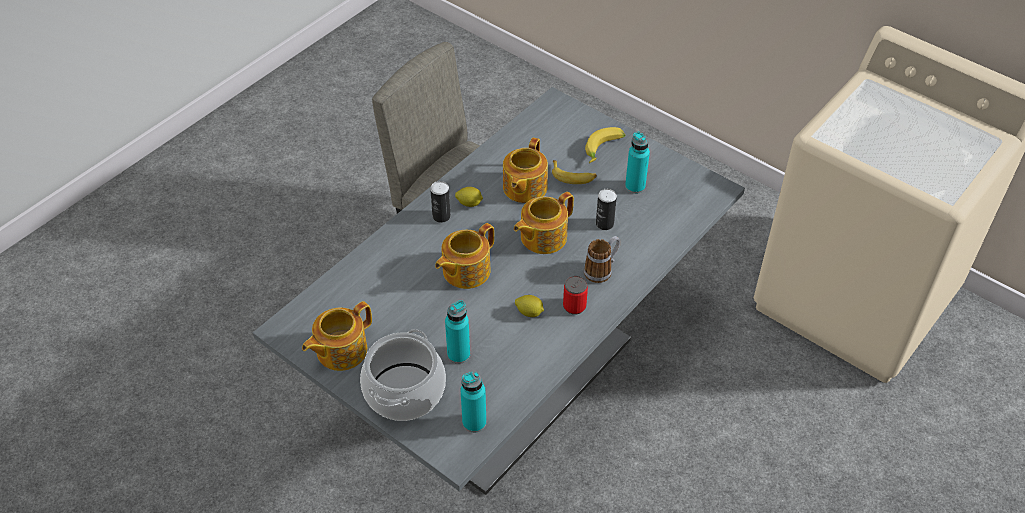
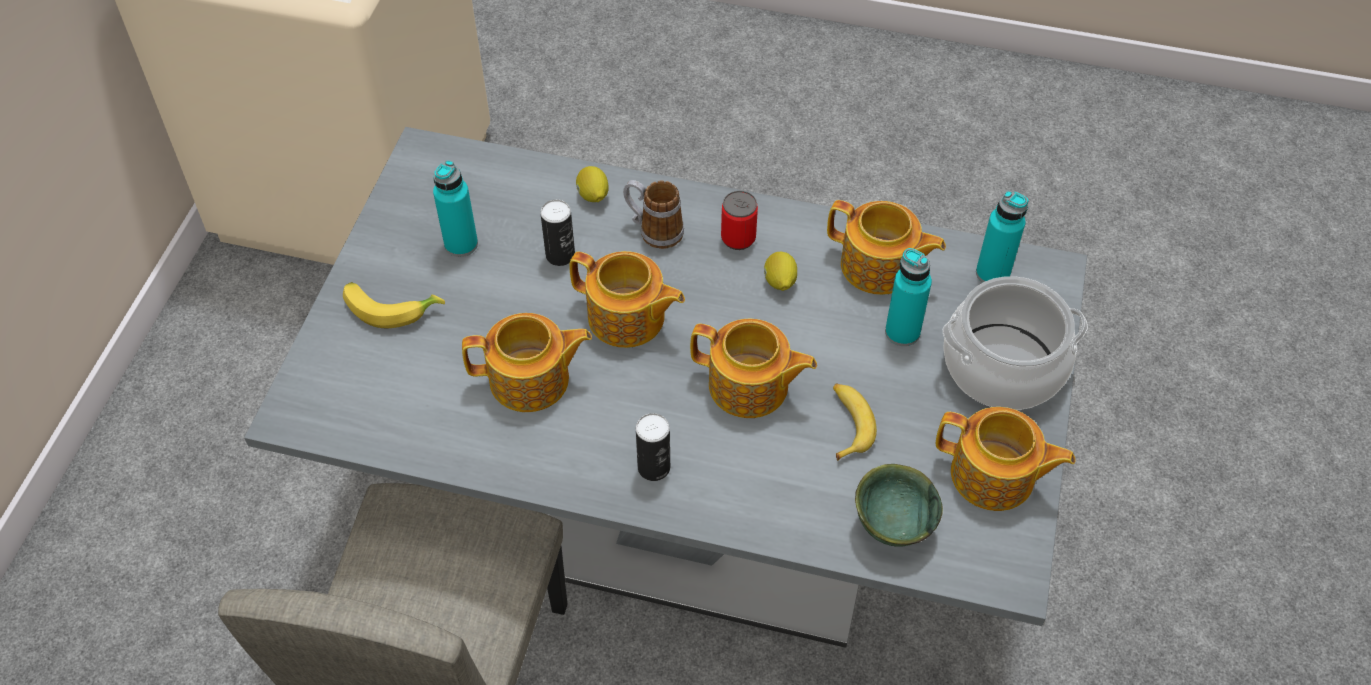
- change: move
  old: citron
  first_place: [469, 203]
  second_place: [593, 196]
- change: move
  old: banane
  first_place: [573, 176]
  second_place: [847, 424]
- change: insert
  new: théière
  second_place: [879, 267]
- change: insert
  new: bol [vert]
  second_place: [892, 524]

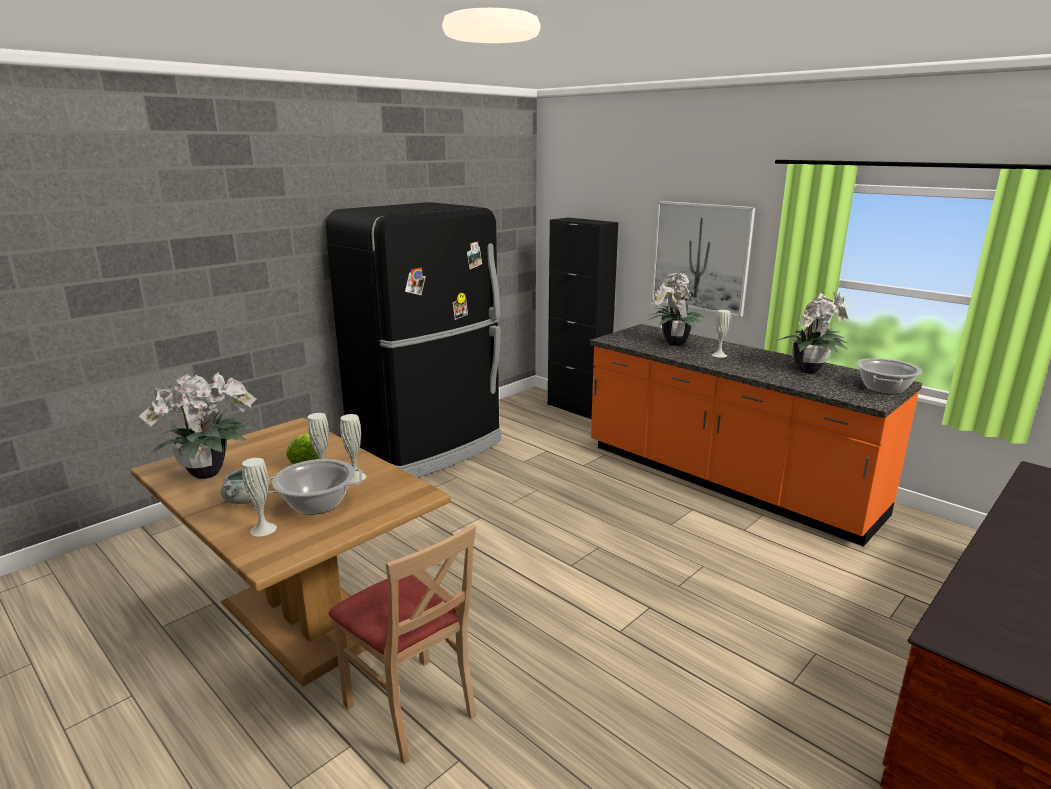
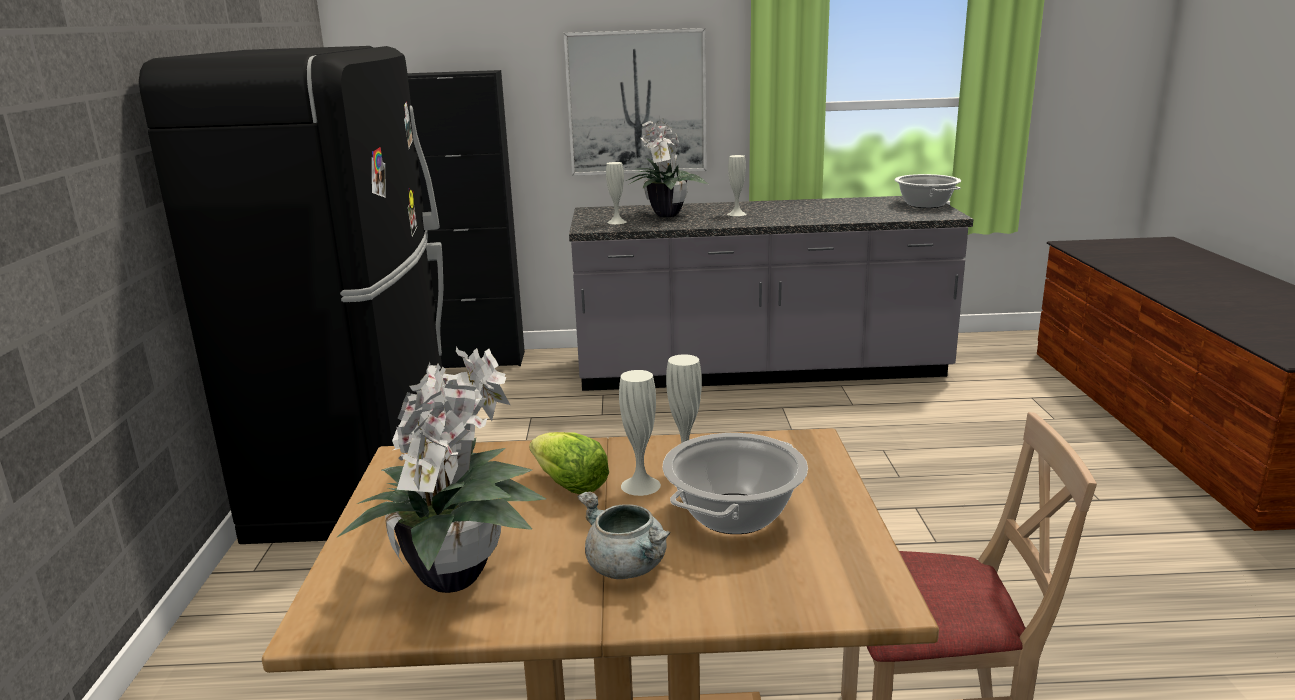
- change: move
  old: vase [blanc]
  first_place: [263, 529]
  second_place: [617, 222]
- change: recolor
  old: comptoir de cuisine [orange]
  new: comptoir de cuisine [gris]
  first_place: [726, 480]
  second_place: [760, 370]
- change: delete
  old: plante en pot
  first_place: [810, 370]

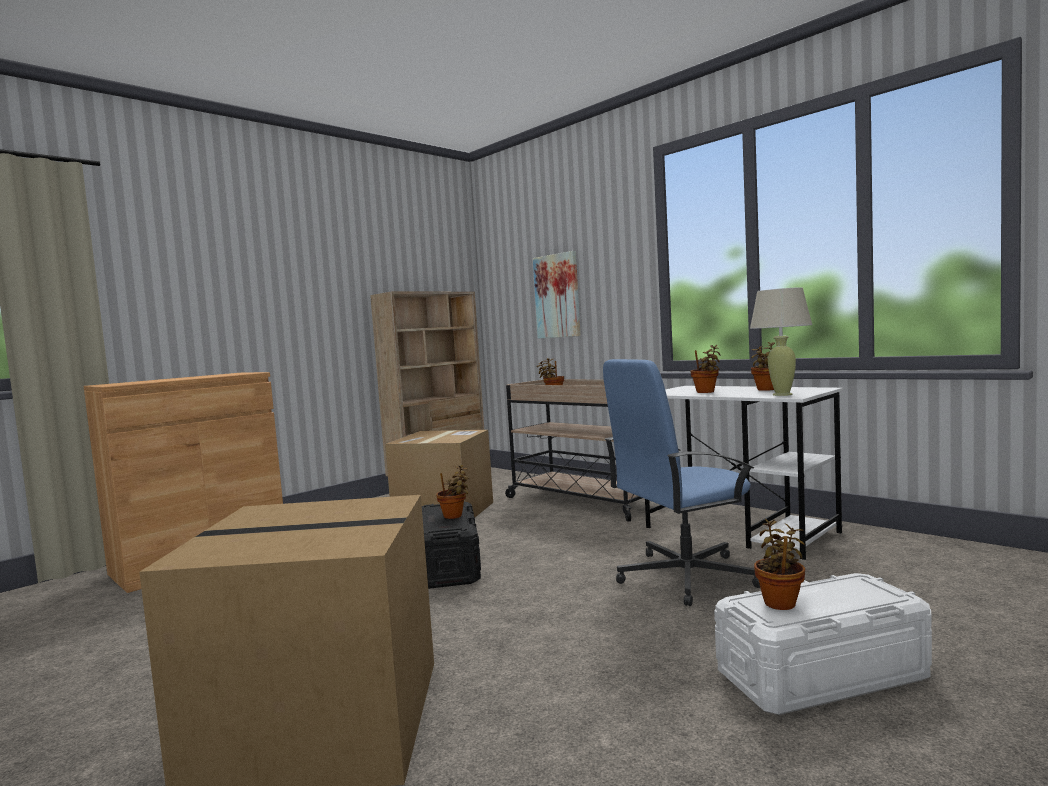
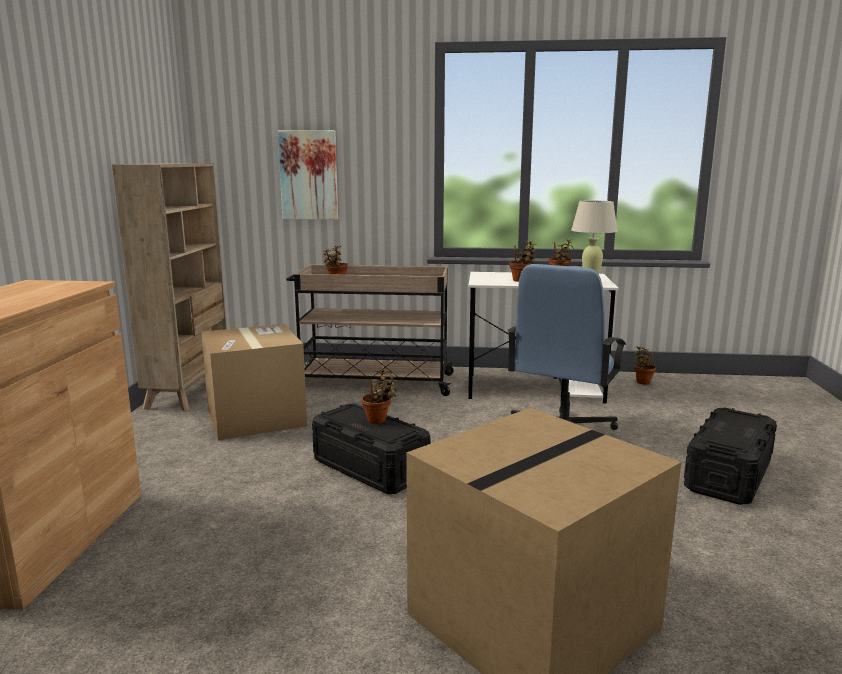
- change: recolor
  old: boîte de rangement [blanc]
  new: boîte de rangement [noir]
  first_place: [822, 675]
  second_place: [728, 475]
- change: move
  old: plante en pot
  first_place: [781, 602]
  second_place: [642, 381]

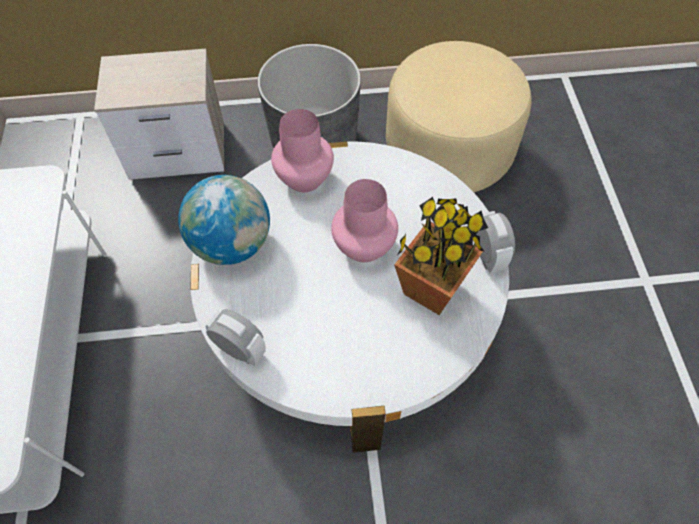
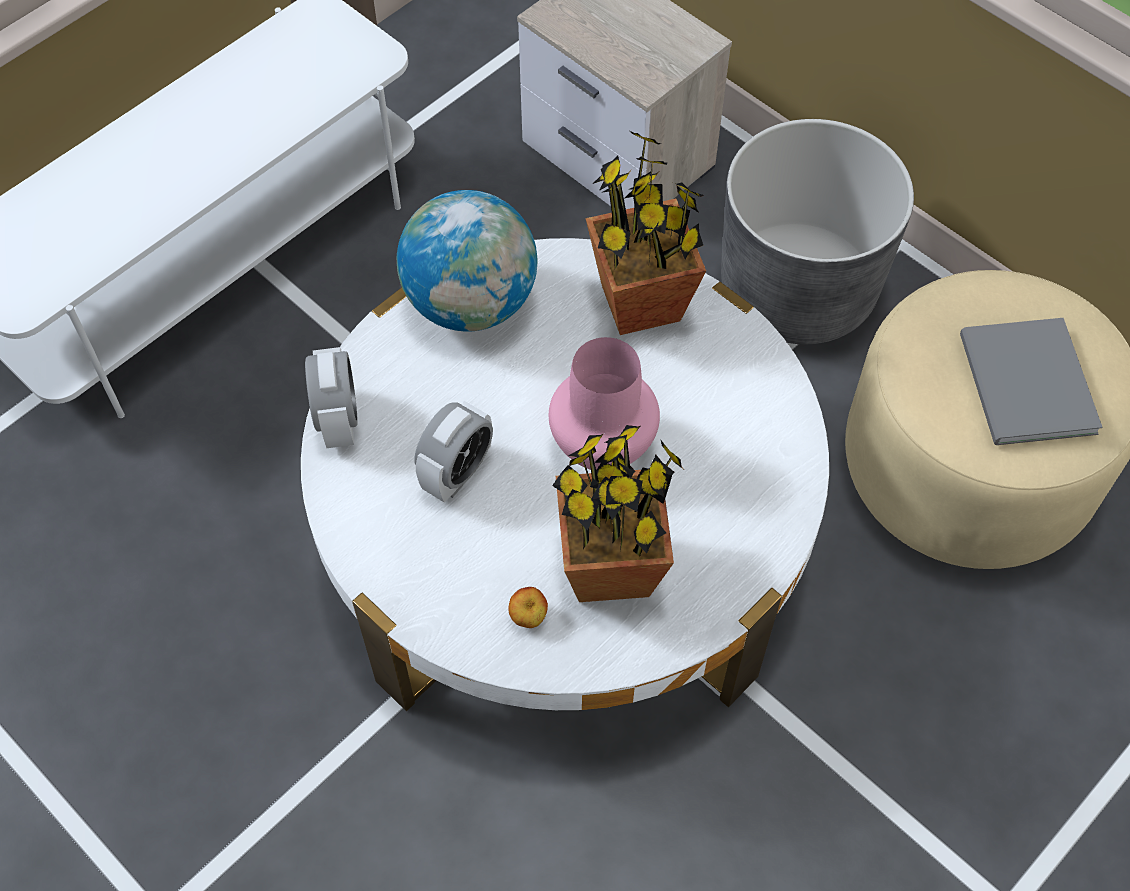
- change: replace
  old: vase [rose]
  new: plante en pot
  first_place: [303, 178]
  second_place: [642, 303]
- change: move
  old: réveil
  first_place: [487, 255]
  second_place: [457, 473]
- change: insert
  new: pomme
  second_place: [528, 617]
- change: insert
  new: livre [gris]
  second_place: [1024, 388]

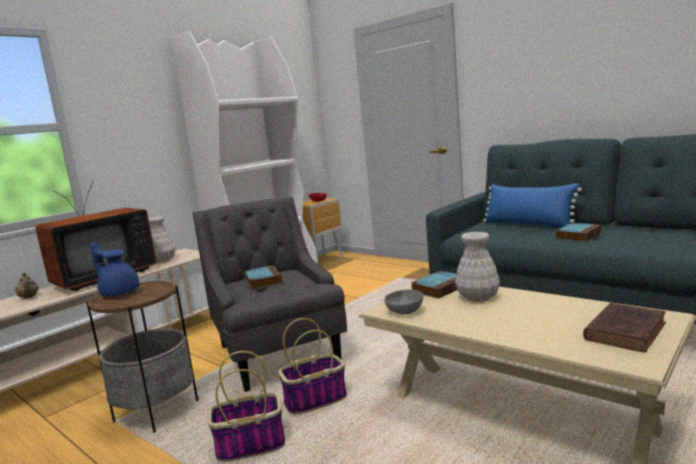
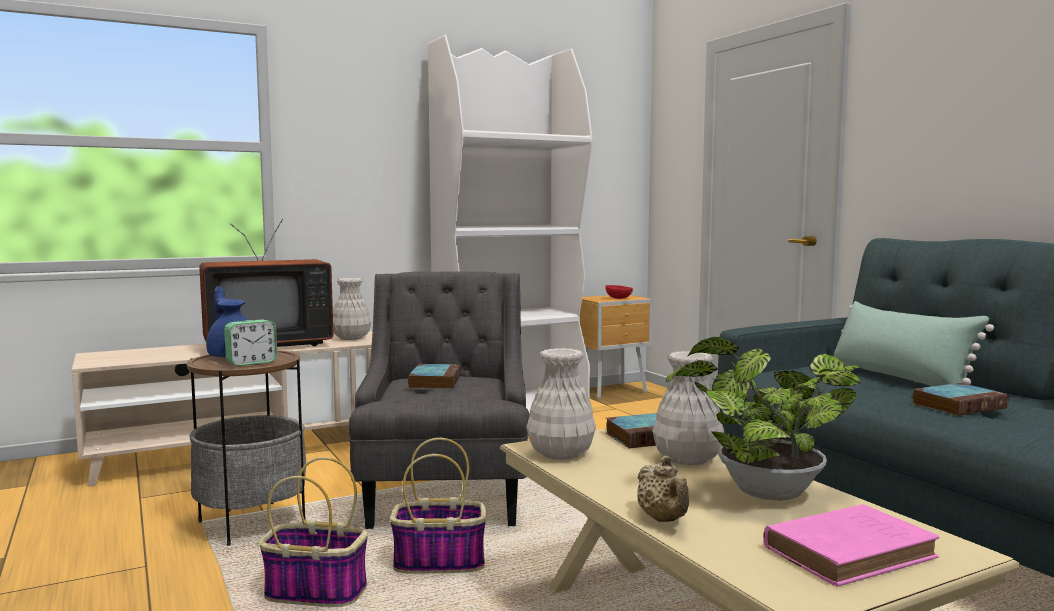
- change: move
  old: théière [beige]
  first_place: [29, 297]
  second_place: [664, 520]
- change: replace
  old: bol [gris]
  new: vase [blanc]
  first_place: [404, 312]
  second_place: [560, 454]
- change: recolor
  old: coussin [bleu]
  new: coussin [vert]
  first_place: [528, 225]
  second_place: [899, 378]
- change: recolor
  old: livre [marron]
  new: livre [rose]
  first_place: [626, 330]
  second_place: [852, 552]
- change: insert
  new: réveil
  second_place: [251, 362]
- change: insert
  new: plante en pot
  second_place: [761, 493]

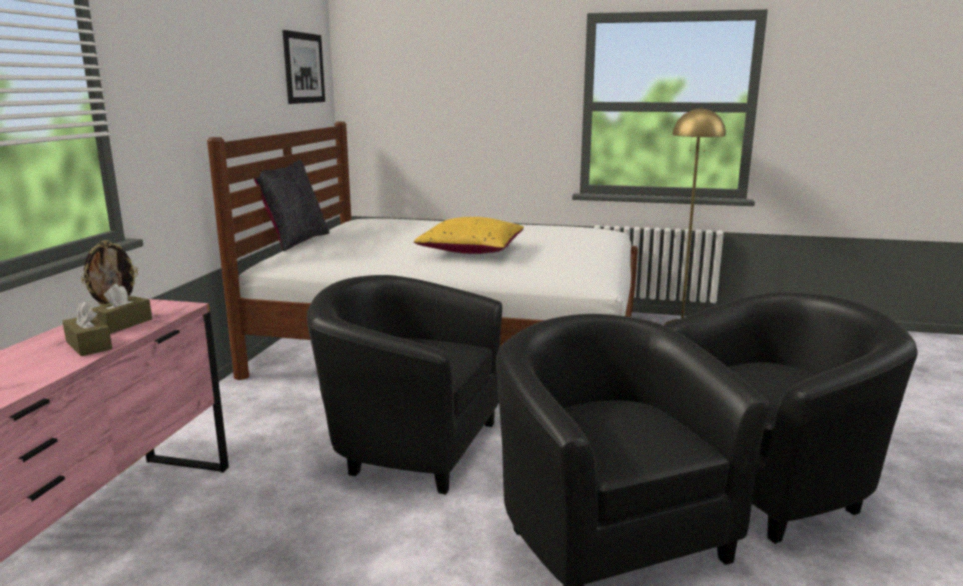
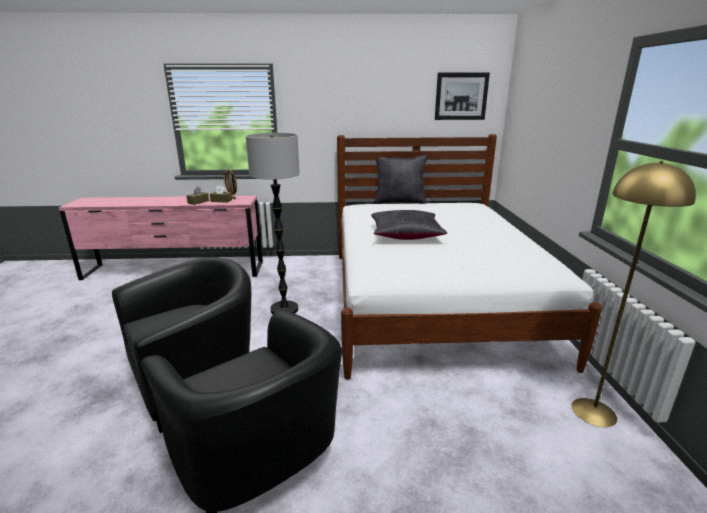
- change: replace
  old: fauteuil [noir]
  new: lampadaire
  first_place: [409, 444]
  second_place: [284, 309]
- change: recolor
  old: coussin [jaune]
  new: coussin [noir]
  first_place: [471, 251]
  second_place: [406, 234]

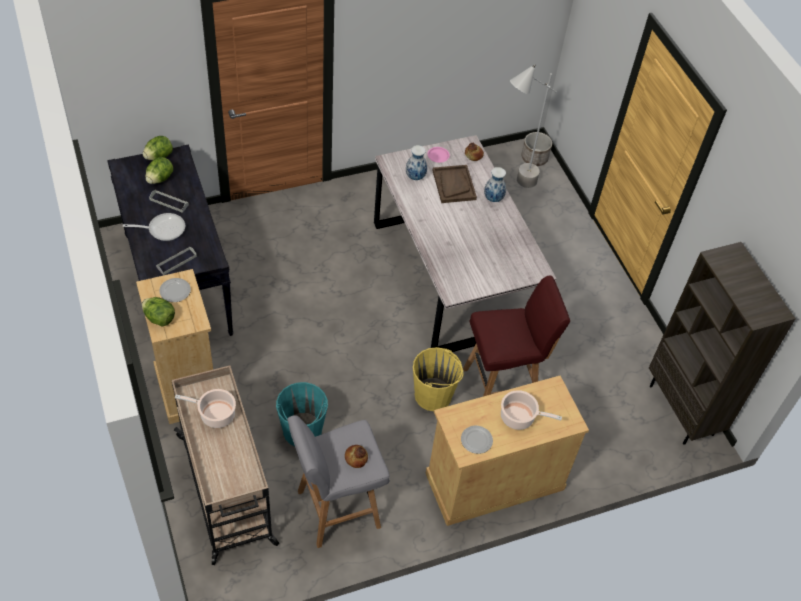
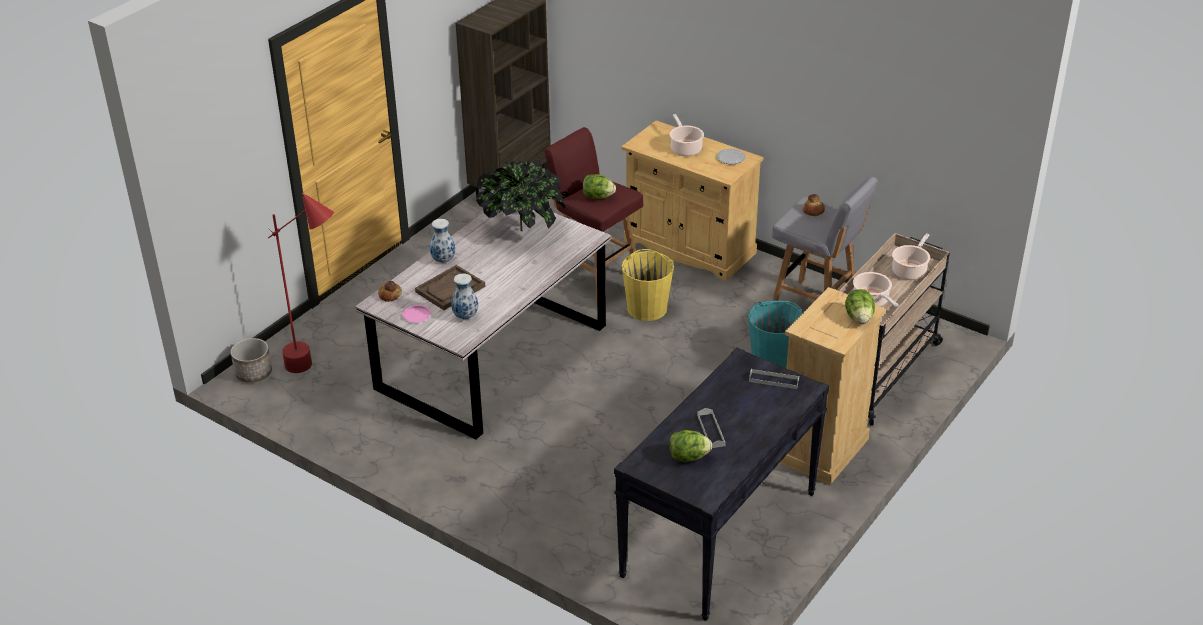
- change: delete
  old: poêle
  first_place: [163, 229]
- change: move
  old: laitue
  first_place: [159, 156]
  second_place: [598, 197]
- change: delete
  old: assiette
  first_place: [175, 291]
- change: recolor
  old: lampadaire [gris]
  new: lampadaire [rouge]
  first_place: [513, 187]
  second_place: [319, 368]
- change: insert
  new: plante en pot
  second_place: [523, 229]
- change: insert
  new: marmite
  second_place: [910, 270]

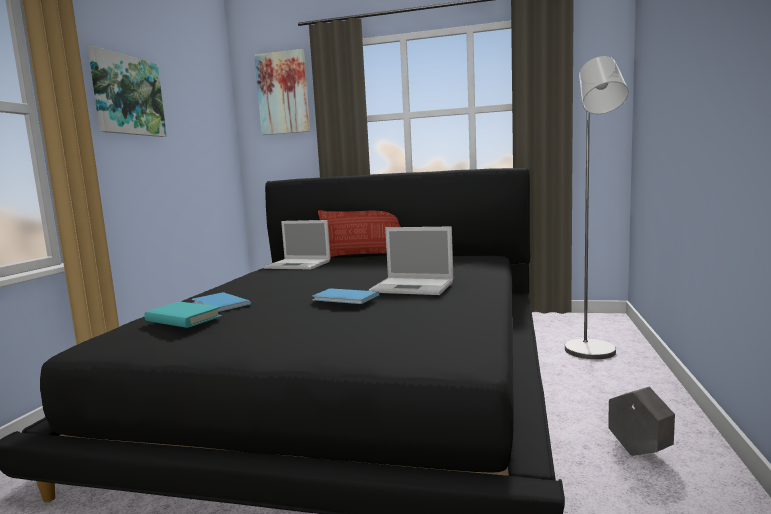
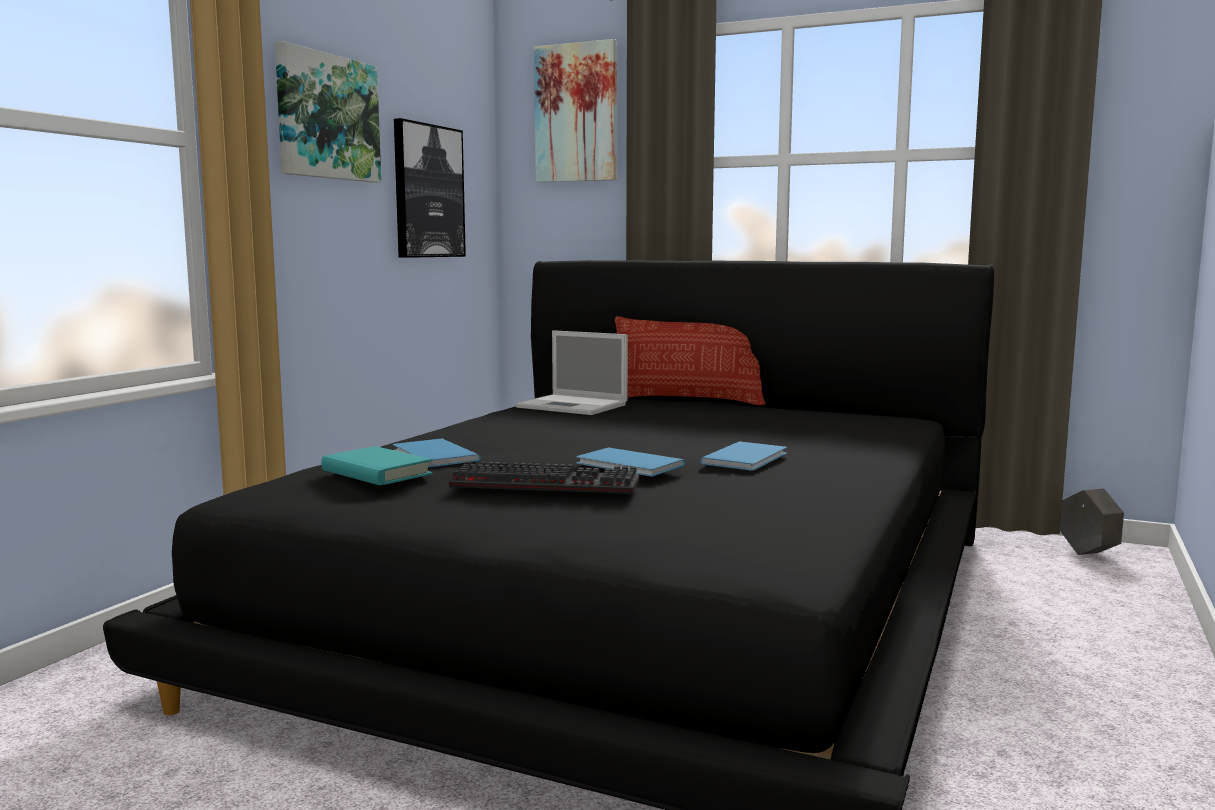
- change: replace
  old: ordinateur portable
  new: livre [bleu]
  first_place: [414, 287]
  second_place: [748, 458]
- change: delete
  old: lampadaire [gris]
  first_place: [593, 354]
- change: move
  old: cache-pot [gris]
  first_place: [639, 452]
  second_place: [1088, 553]
- change: insert
  new: tableau
  second_place: [428, 191]
- change: insert
  new: clavier
  second_place: [549, 483]

